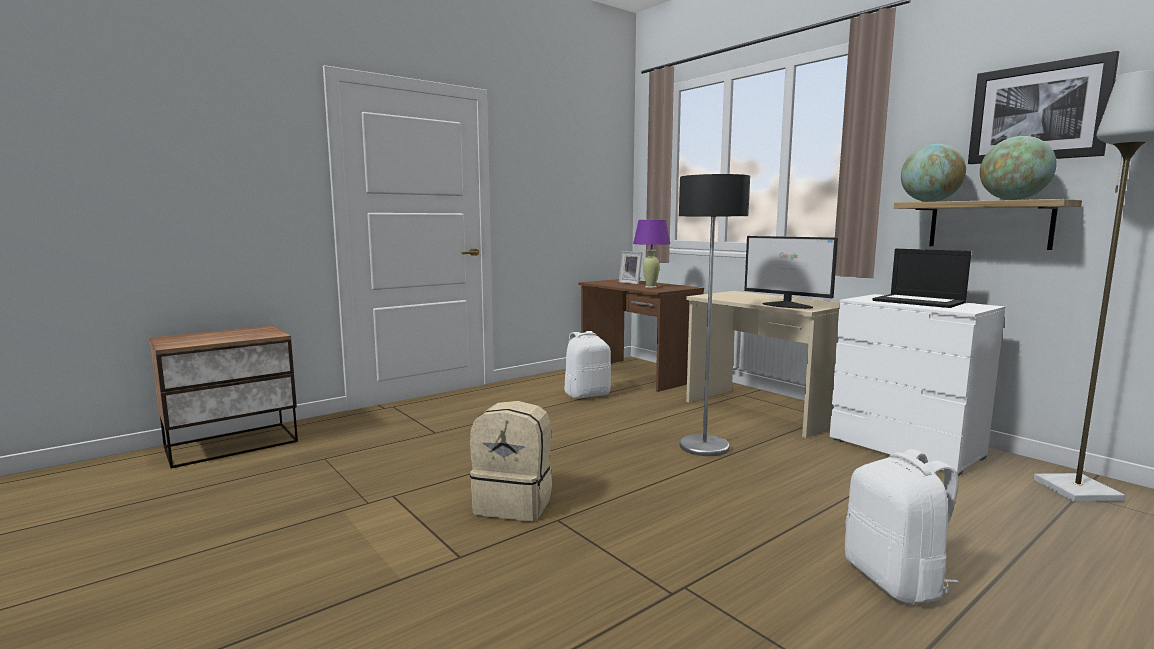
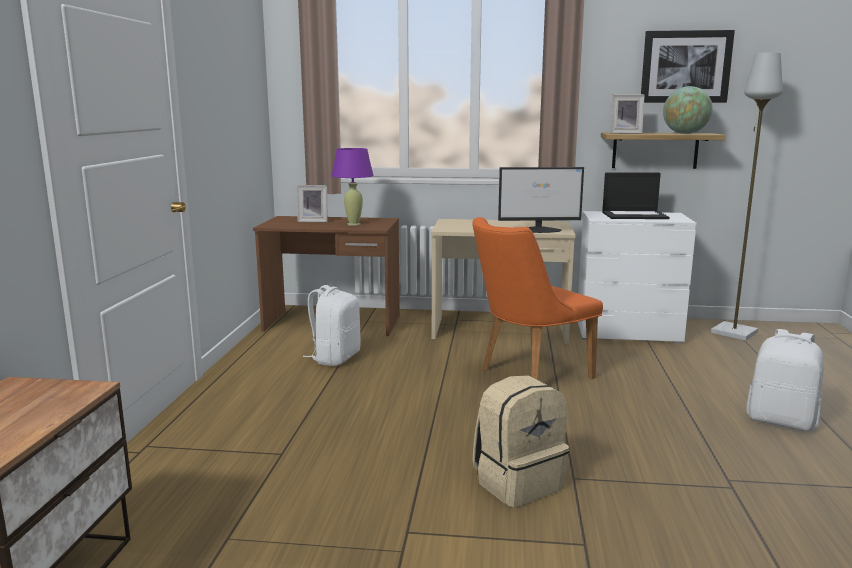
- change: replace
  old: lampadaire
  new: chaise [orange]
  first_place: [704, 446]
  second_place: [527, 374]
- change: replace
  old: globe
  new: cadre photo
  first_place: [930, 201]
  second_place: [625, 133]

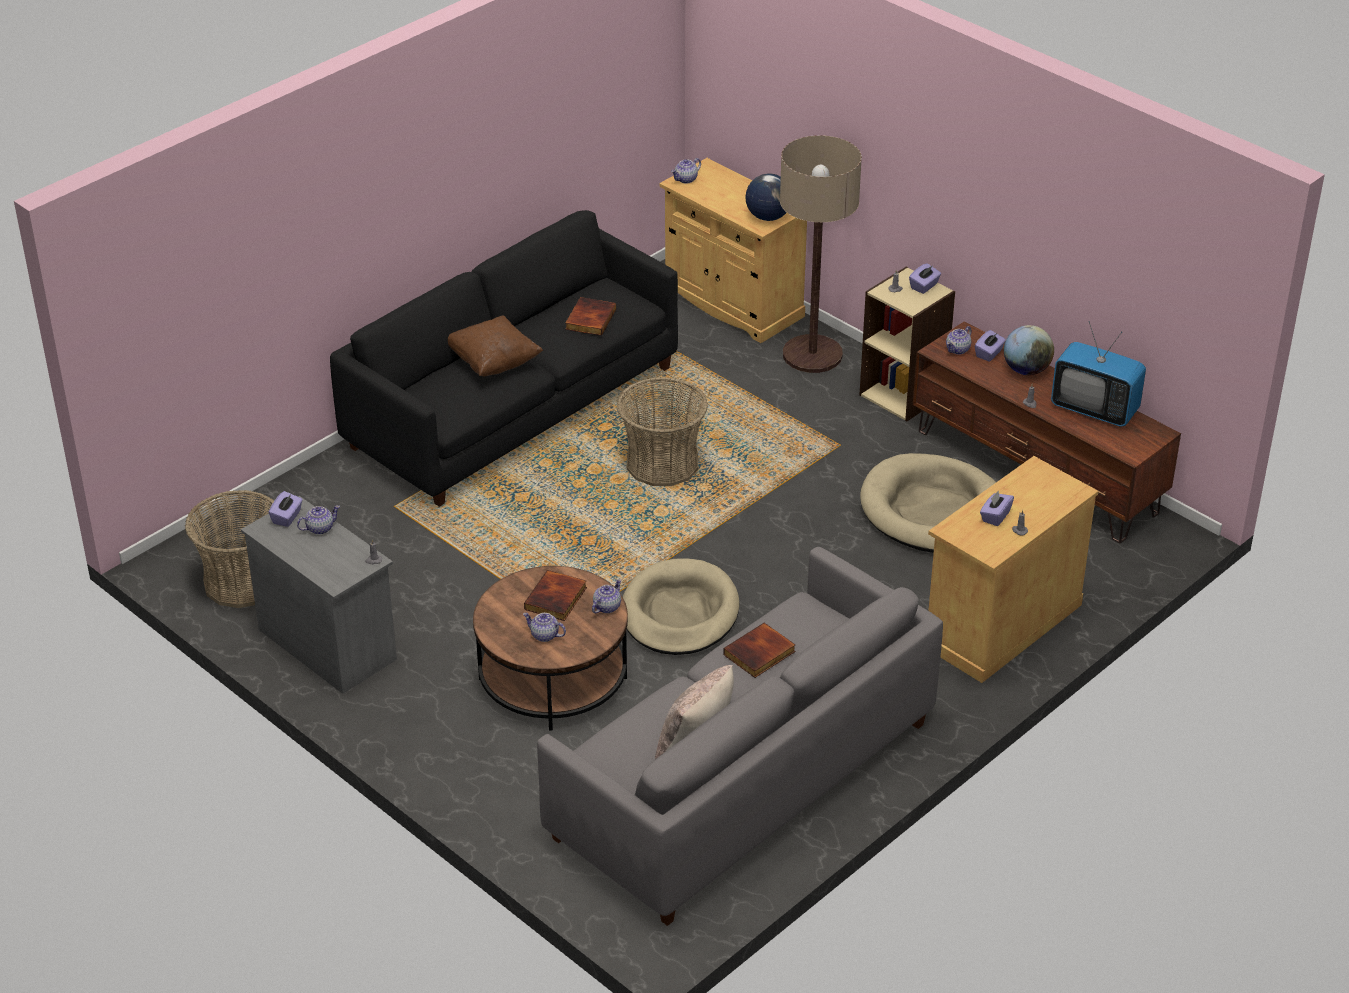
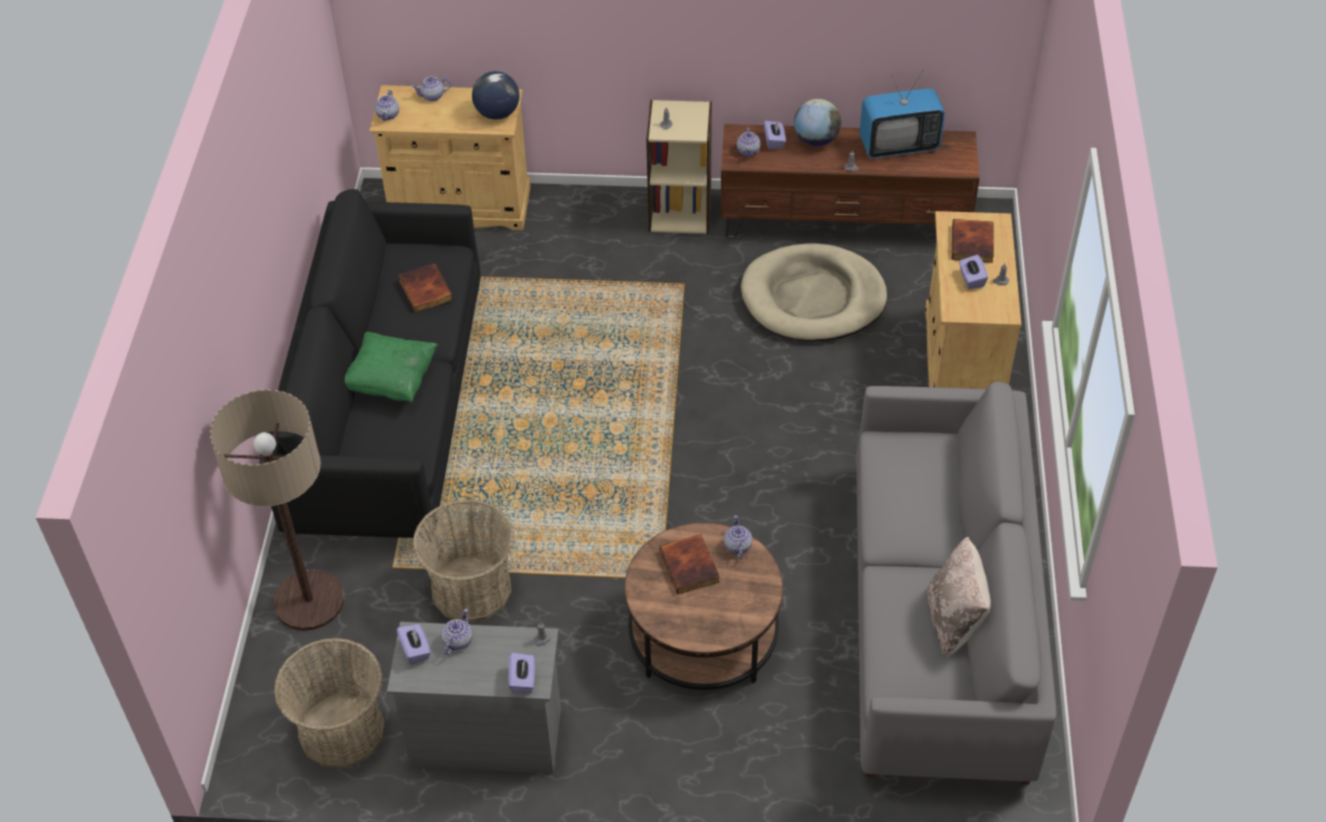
- change: recolor
  old: coussin [marron]
  new: coussin [vert]
  first_place: [493, 362]
  second_place: [391, 381]
- change: move
  old: théière
  first_place: [544, 635]
  second_place: [432, 96]
- change: move
  old: panier
  first_place: [662, 464]
  second_place: [471, 589]
- change: delete
  old: panier pour chien [beige]
  first_place: [679, 613]
- change: move
  old: livre
  first_place: [760, 654]
  second_place: [973, 244]
- change: move
  old: lampadaire
  first_place: [812, 355]
  second_place: [309, 601]
- change: move
  old: boîte à mouchoirs [violet]
  first_place: [924, 286]
  second_place: [523, 680]

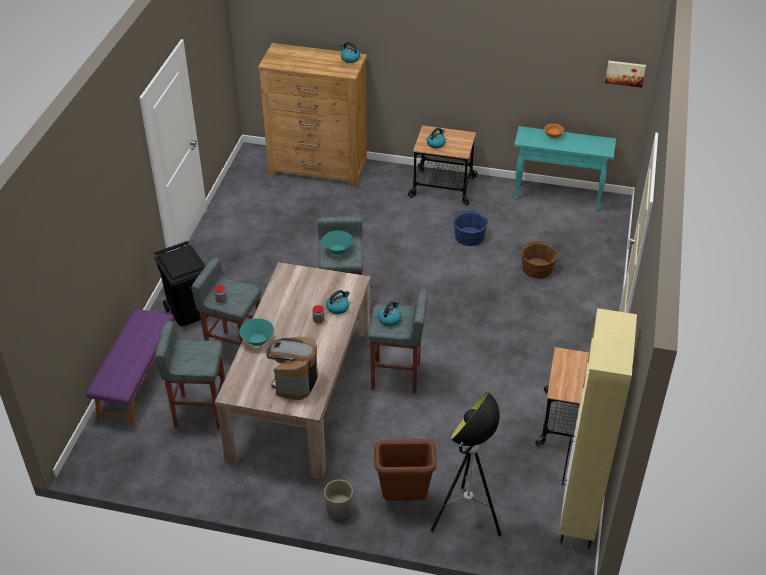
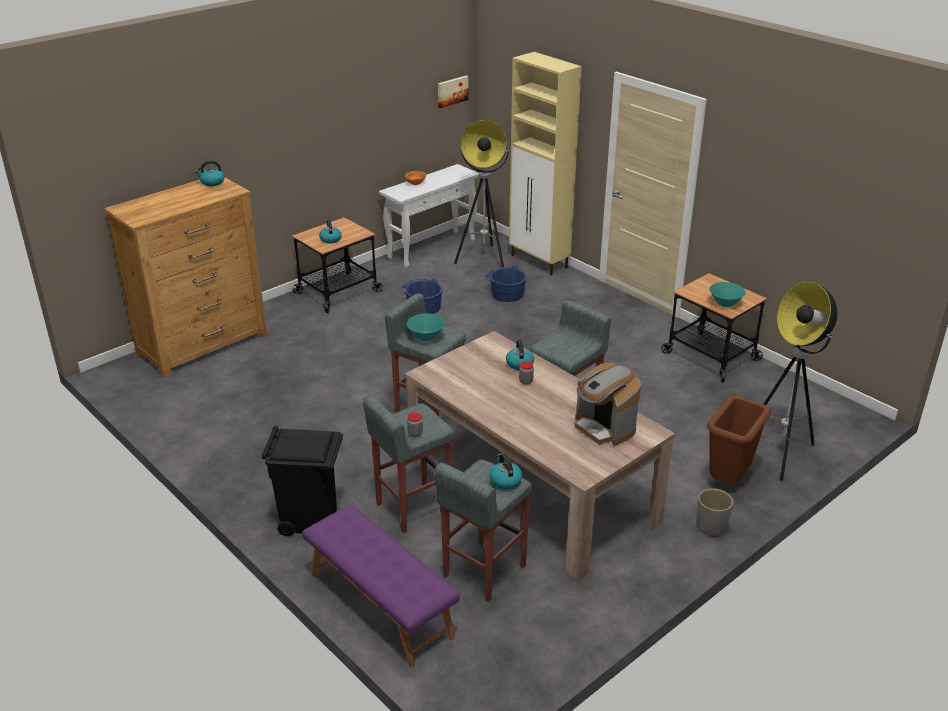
- change: move
  old: bol [turquoise]
  first_place: [257, 340]
  second_place: [725, 303]
- change: move
  old: bouilloire
  first_place: [389, 319]
  second_place: [505, 481]
- change: recolor
  old: table console [turquoise]
  new: table console [blanc]
  first_place: [558, 197]
  second_place: [432, 248]
- change: recolor
  old: seau [marron]
  new: seau [bleu]
  first_place: [536, 267]
  second_place: [505, 293]
- change: move
  old: meuble de rangement [beige]
  first_place: [577, 517]
  second_place: [539, 262]
- change: insert
  new: lampadaire
  second_place: [484, 259]

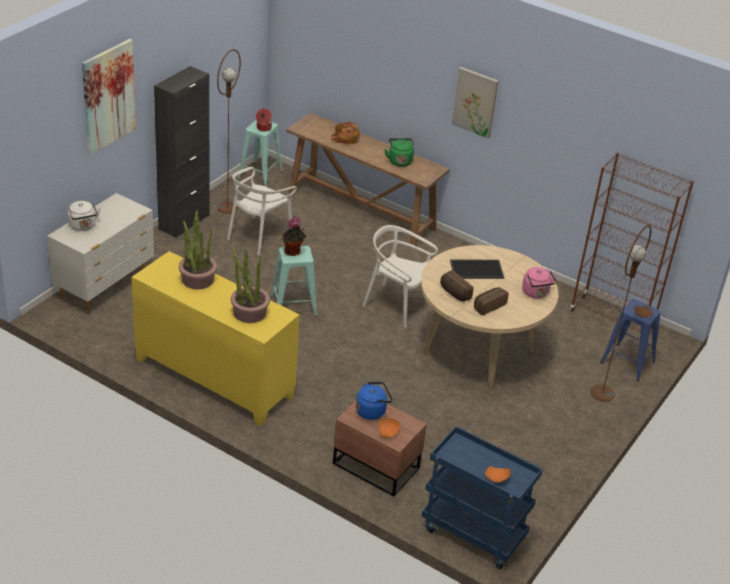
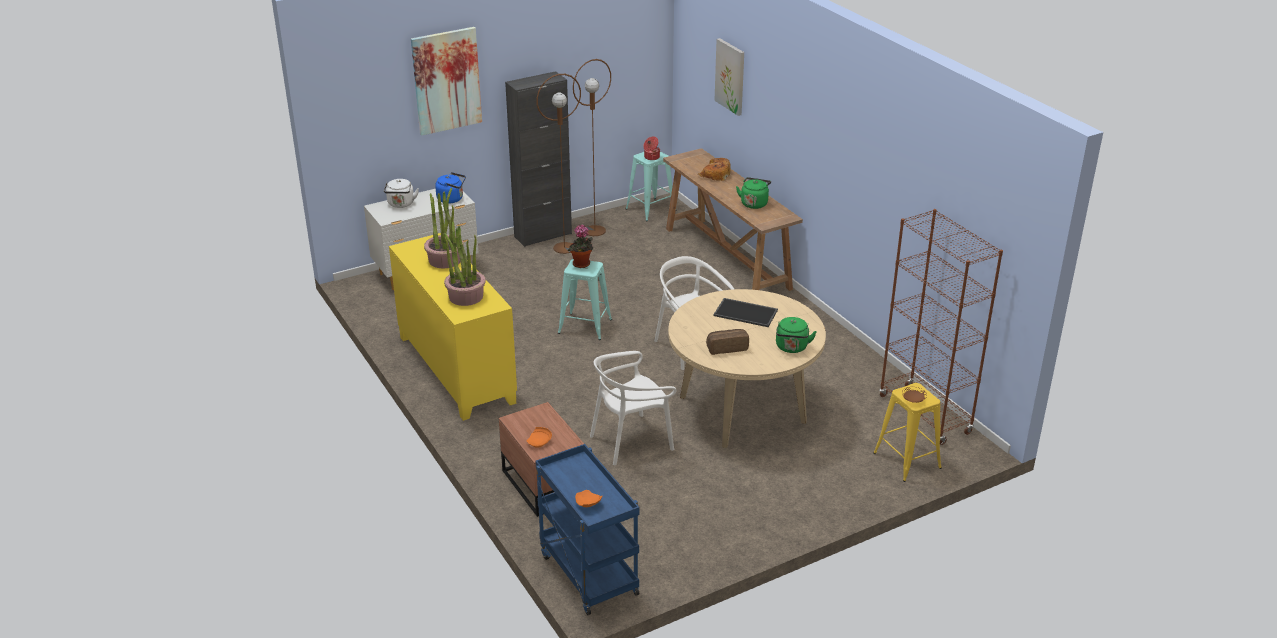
- change: move
  old: chaise [blanc]
  first_place: [258, 236]
  second_place: [631, 441]
- change: move
  old: bouilloire [bleu]
  first_place: [372, 411]
  second_place: [452, 199]
- change: delete
  old: pain
  first_place: [454, 293]
- change: move
  old: tableau
  first_place: [475, 102]
  second_place: [730, 76]
- change: recolor
  old: bouilloire [rose]
  new: bouilloire [vert]
  first_place: [536, 293]
  second_place: [792, 348]
- change: move
  old: lampadaire [marron]
  first_place: [602, 393]
  second_place: [564, 248]
- change: recolor
  old: tabouret [bleu]
  new: tabouret [jaune]
  first_place: [627, 362]
  second_place: [907, 460]

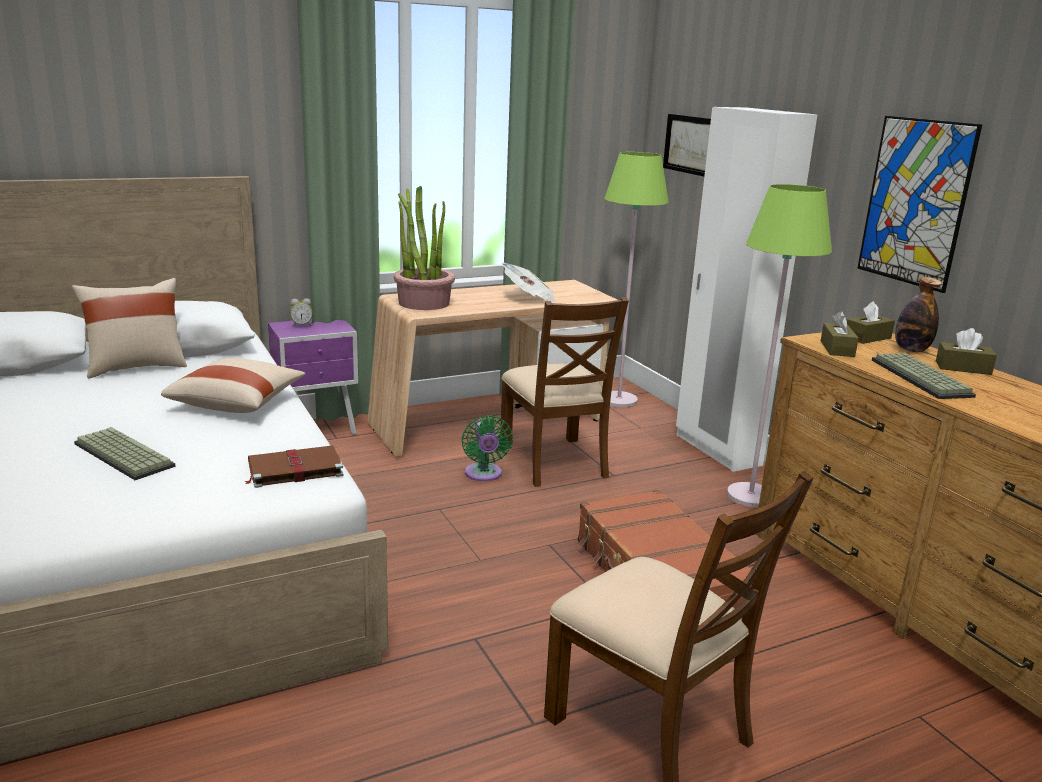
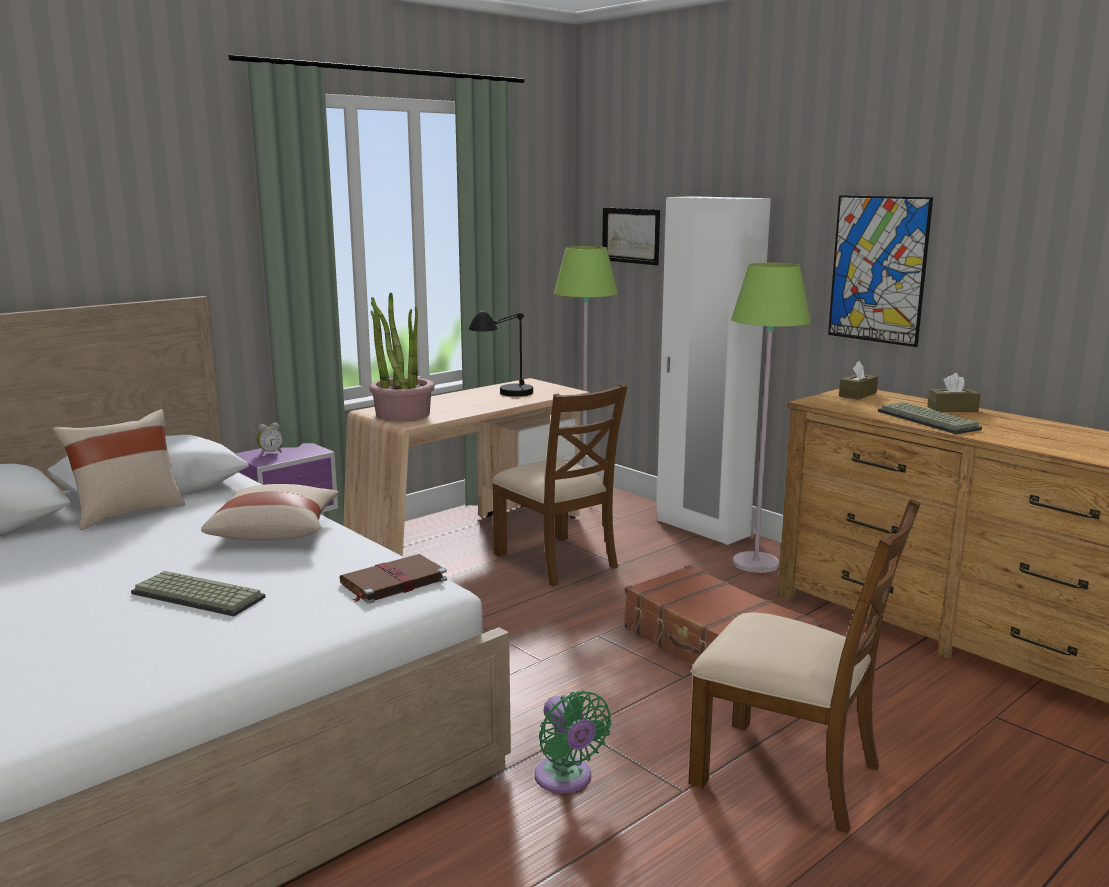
- change: move
  old: ventilateur [vert]
  first_place: [484, 475]
  second_place: [566, 779]
- change: replace
  old: journal
  new: lampe de table [noir]
  first_place: [529, 298]
  second_place: [503, 399]
- change: delete
  old: boîte à mouchoirs [marron]
  first_place: [837, 349]
- change: delete
  old: bouteille
  first_place: [911, 350]

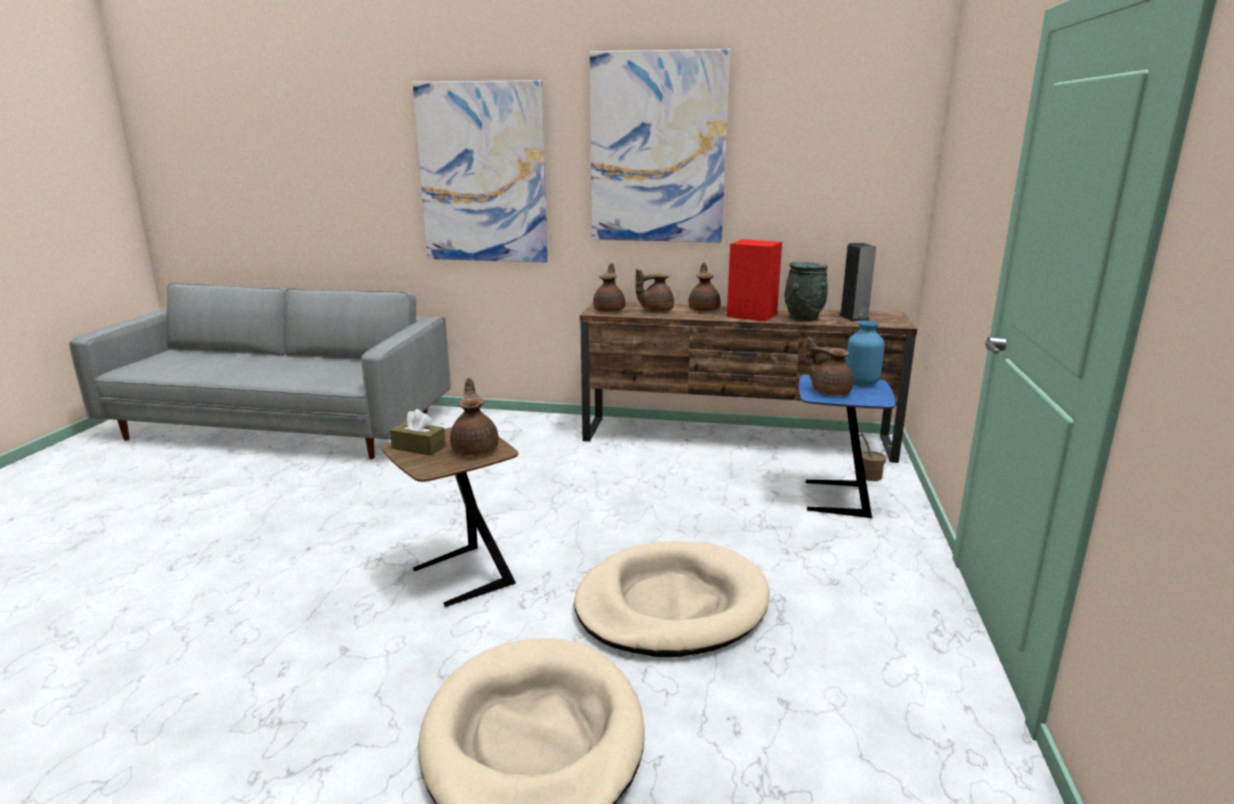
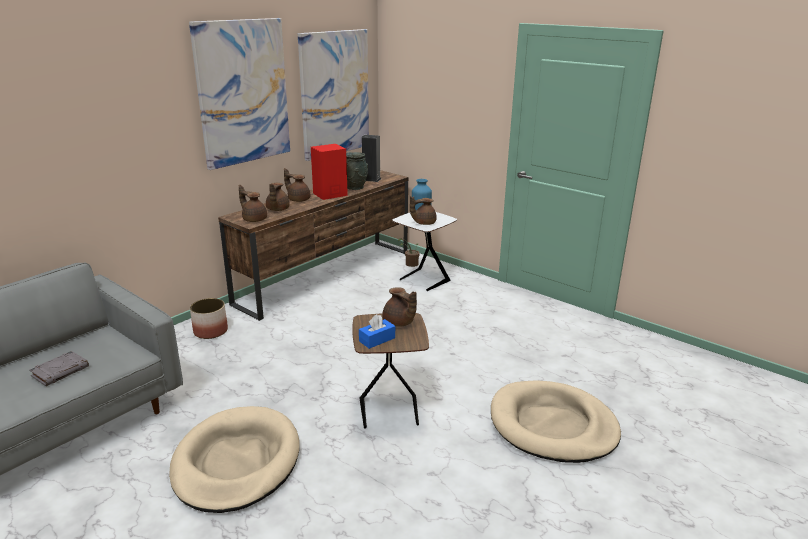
- change: recolor
  old: boîte à mouchoirs [marron]
  new: boîte à mouchoirs [bleu]
  first_place: [418, 447]
  second_place: [377, 339]
- change: move
  old: tableau
  first_place: [483, 173]
  second_place: [334, 94]
- change: rotate
  old: théière [marron]
  first_place: [475, 448]
  second_place: [399, 323]
  degrees: -150
- change: move
  old: panier pour chien [beige]
  first_place: [671, 605]
  second_place: [236, 462]
- change: recolor
  old: table d'appoint [bleu]
  new: table d'appoint [blanc]
  first_place: [834, 499]
  second_place: [423, 281]
- change: insert
  new: livre [gris]
  second_place: [60, 371]
- change: insert
  new: cache-pot
  second_place: [210, 331]

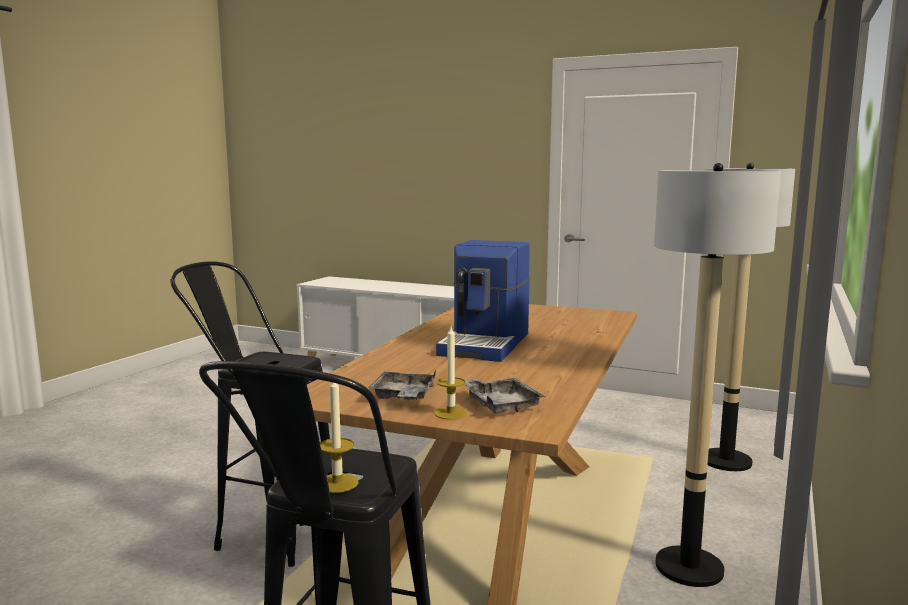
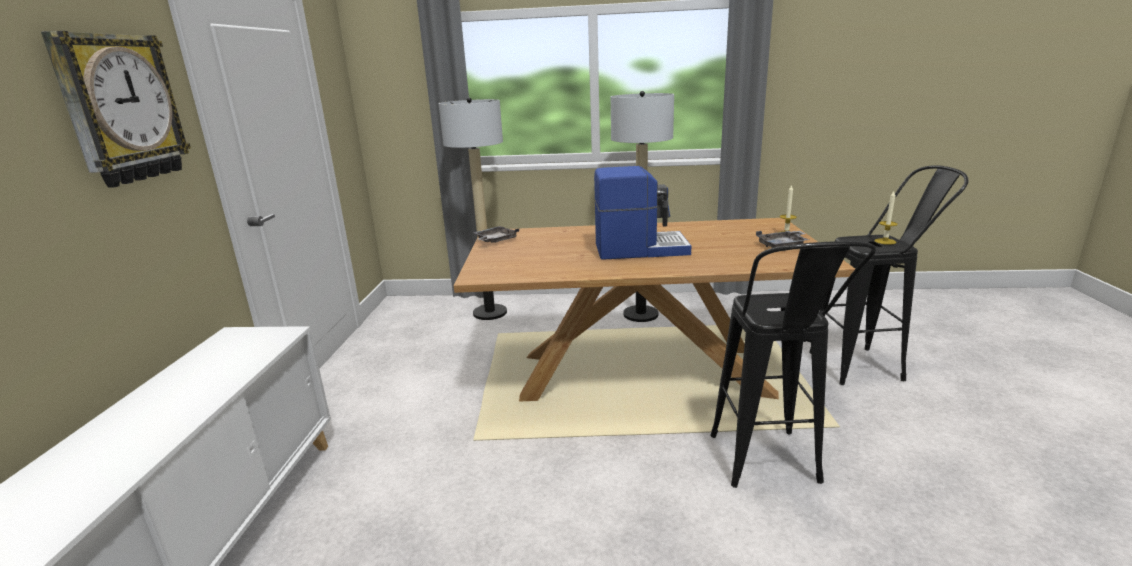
- change: move
  old: plateau [gris]
  first_place: [501, 404]
  second_place: [495, 240]
- change: insert
  new: horloge murale
  second_place: [121, 109]

